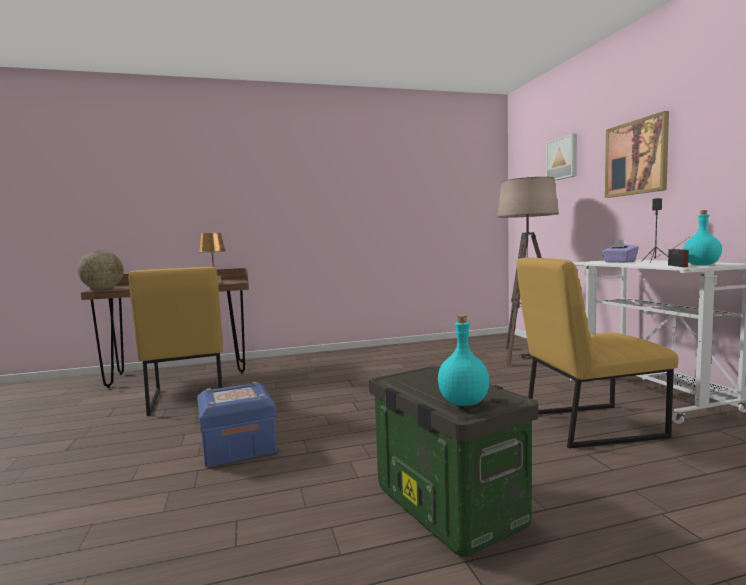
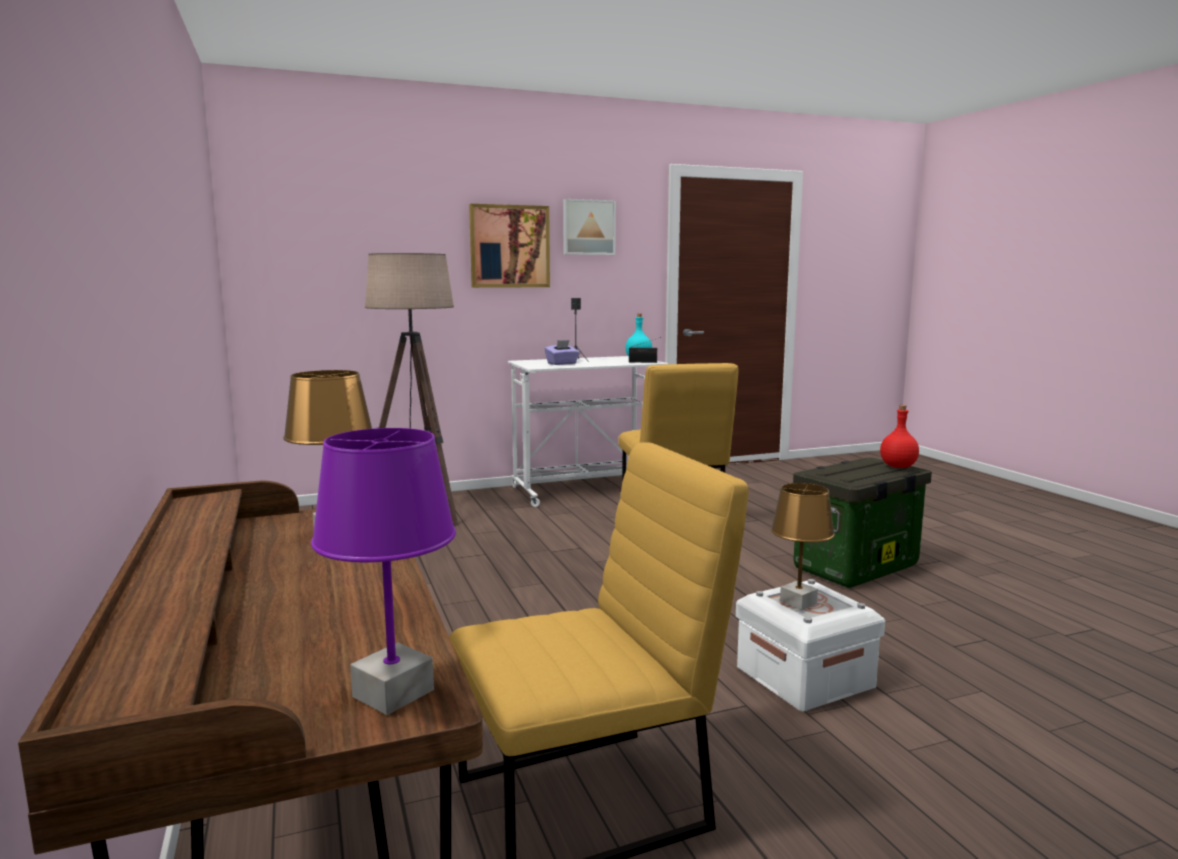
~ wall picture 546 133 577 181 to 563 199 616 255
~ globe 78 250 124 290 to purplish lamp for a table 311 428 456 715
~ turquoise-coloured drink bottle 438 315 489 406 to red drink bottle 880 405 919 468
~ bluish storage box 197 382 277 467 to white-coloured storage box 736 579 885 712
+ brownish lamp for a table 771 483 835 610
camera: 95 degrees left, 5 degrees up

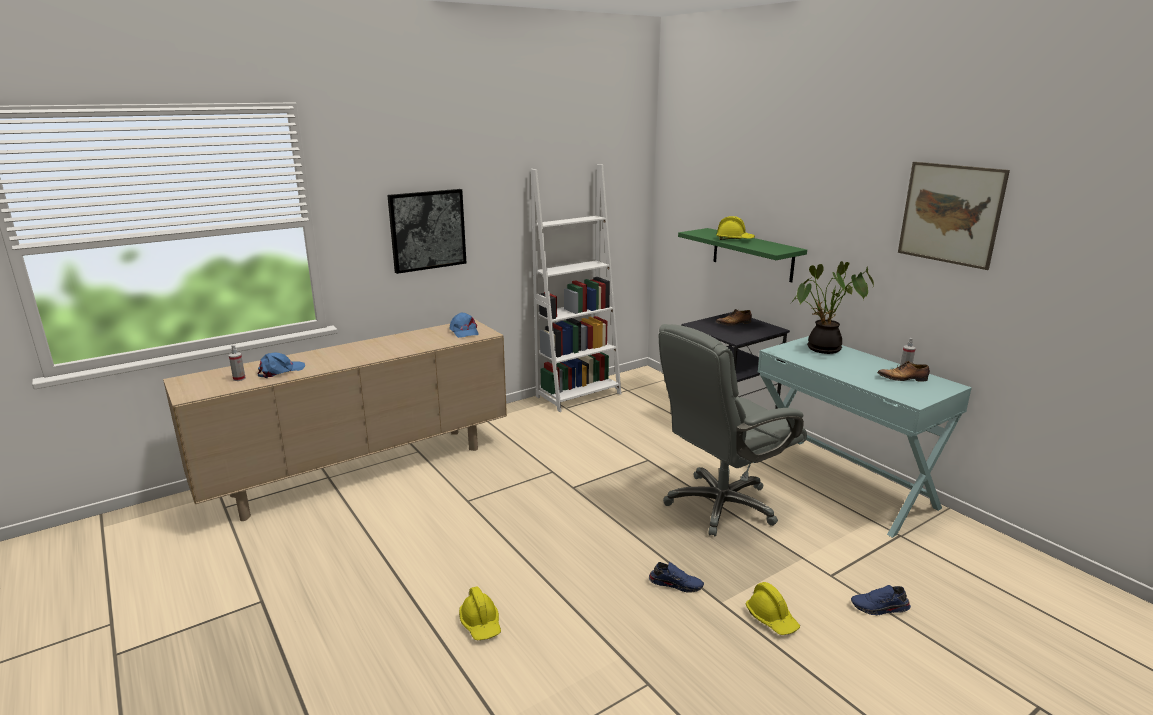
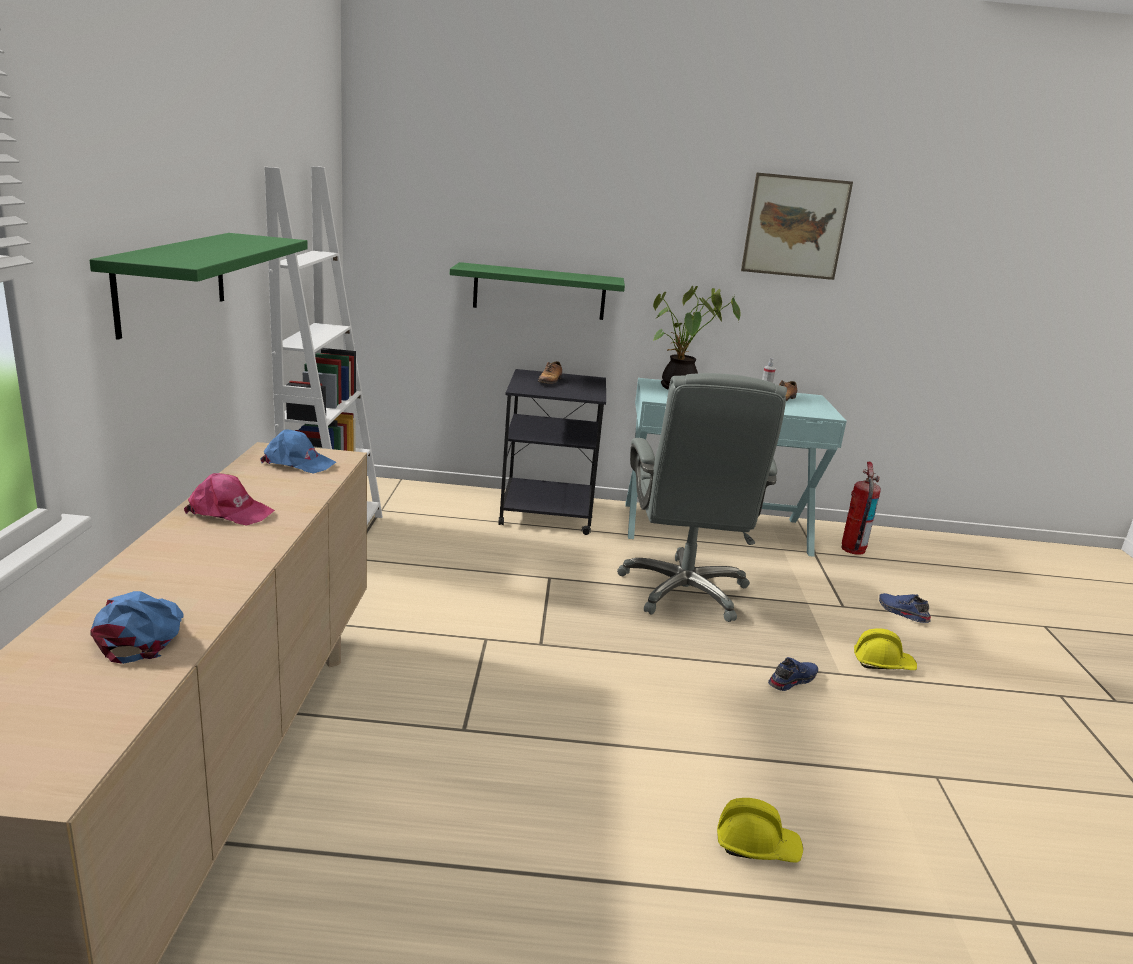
~ wall picture 387 189 467 274 to green shelf 89 233 308 340
- yellow-coloured hard hat 716 216 755 240
- spray bottle 229 345 246 381
~ bluish low shoe 851 585 911 615 = 879 593 931 623 105 degrees clockwise
+ extinguisher 841 461 881 555
+ pink-coloured baseball cap 184 473 275 526
camera: 55 degrees left, 0 degrees up

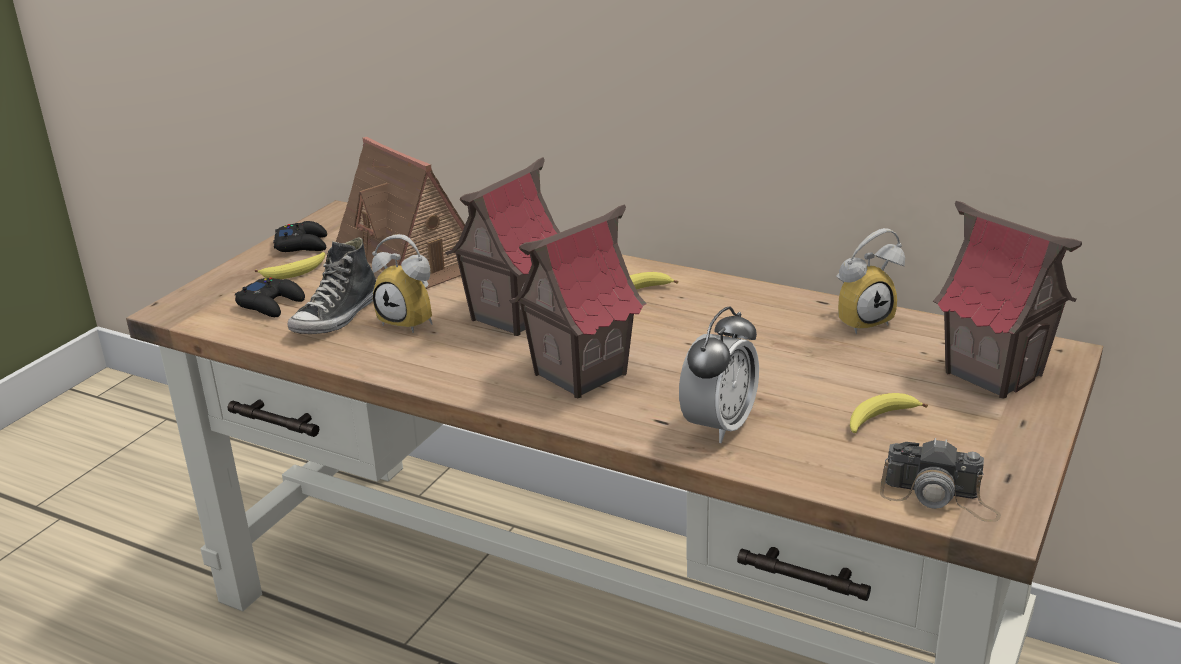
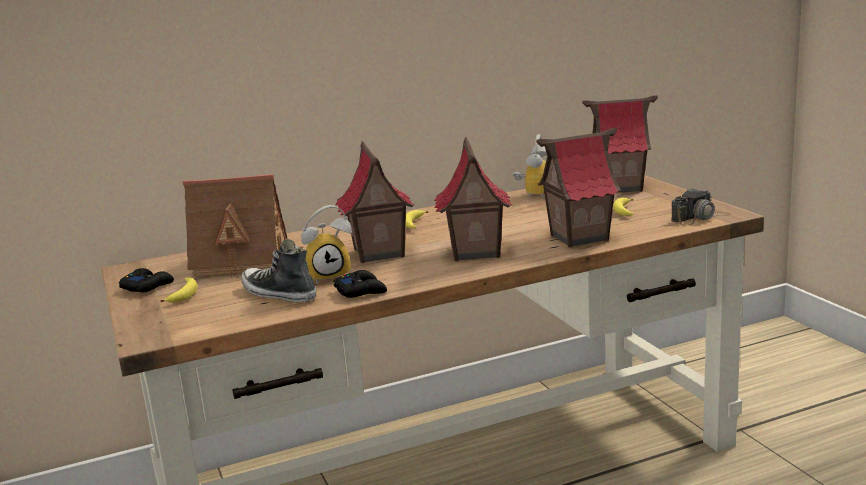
~ low shoe 287 237 376 334 = 241 239 316 302 150 degrees clockwise
~ black-coloured joypad 235 278 305 317 to 333 270 387 298
~ table clock 679 307 759 443 to miniature house 536 128 621 248
camera: 50 degrees left, 10 degrees down

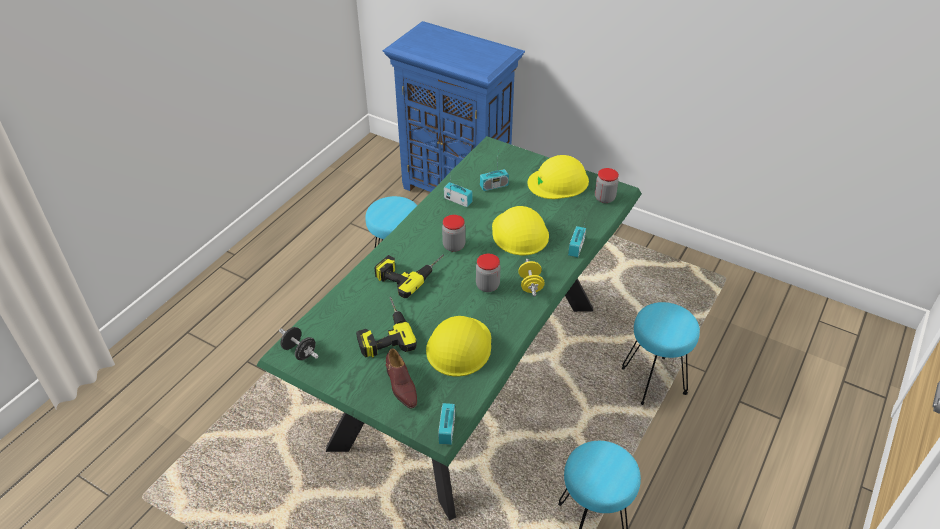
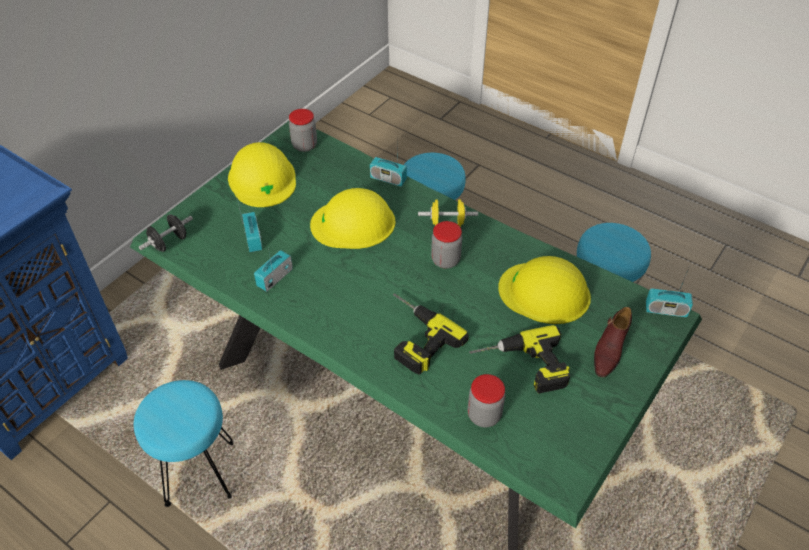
~ jar 442 215 466 252 to 468 374 505 427
~ black-coloured free weight 279 327 318 360 to 138 214 193 252
~ brownish low shoe 386 348 417 409 = 594 307 632 377 135 degrees clockwise
camera: 85 degrees left, 5 degrees up

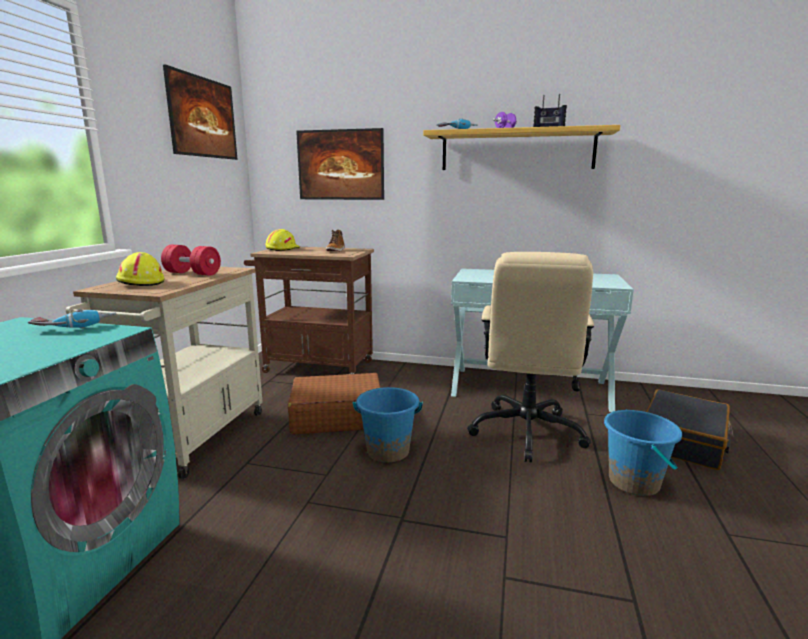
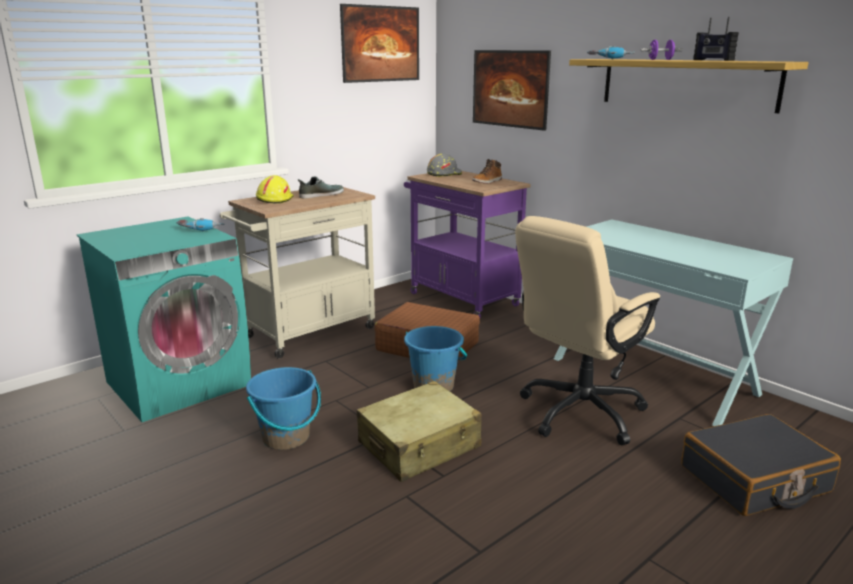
~ yellow-coloured hard hat 265 229 300 251 to greyish hard hat 427 154 462 177
~ red free weight 161 245 221 276 to low shoe 298 177 344 199
~ brownish trolley 244 247 374 374 to purplish trolley 404 171 531 319
~ bluish pail 604 409 682 496 to 246 367 321 450
+ beige-coloured travel case 357 381 482 482
camera: 35 degrees right, 5 degrees up

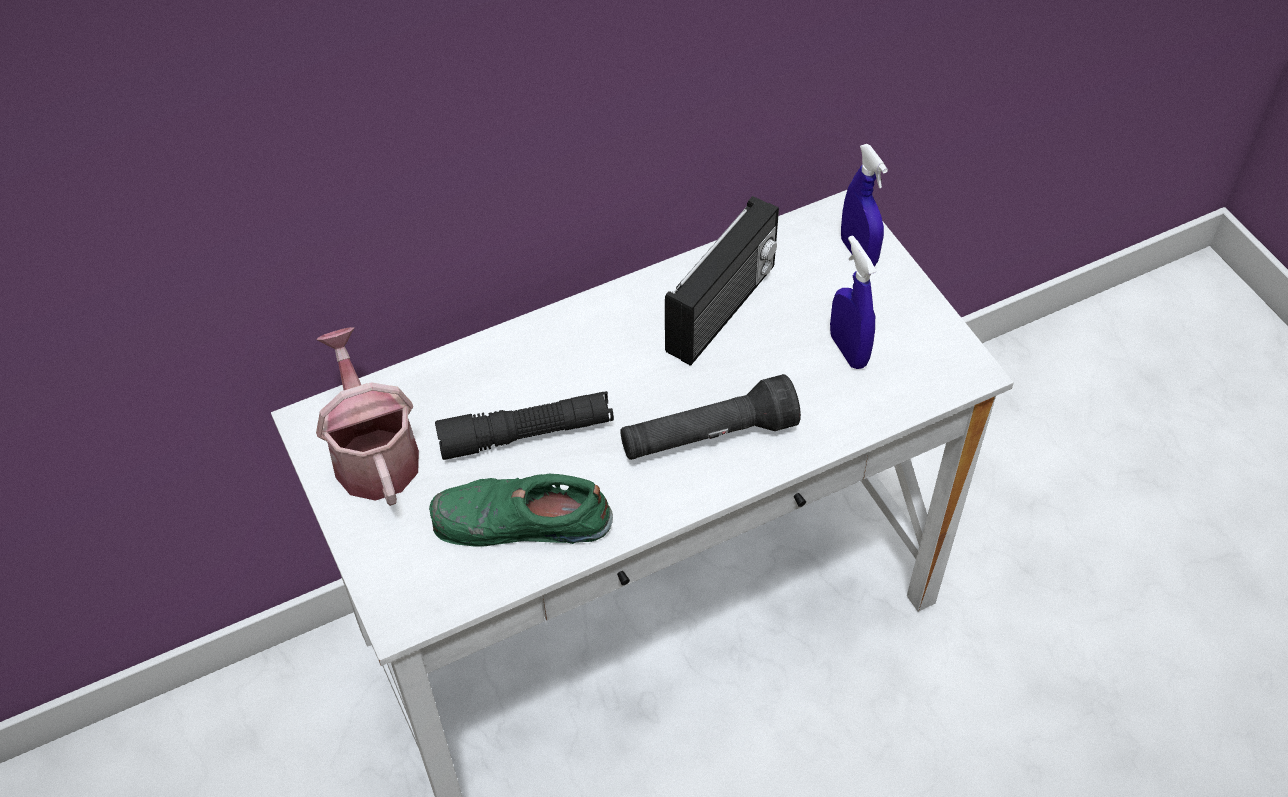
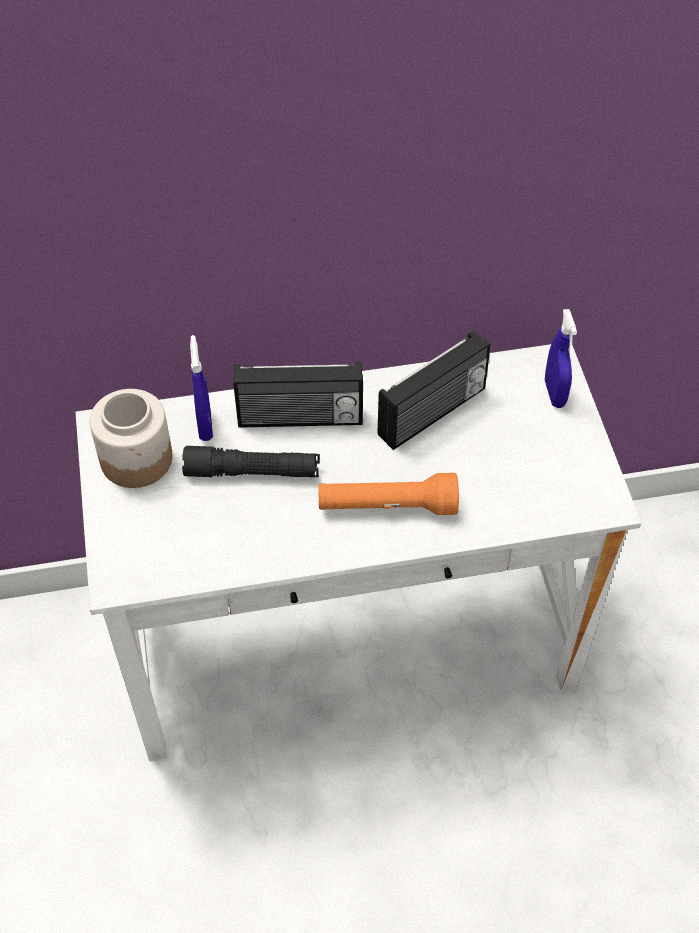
~ bluish spray bottle 830 236 877 369 to 190 335 213 441
~ watering pot 316 327 419 506 to jar 90 389 173 488
~ black-coloured flashlight 620 374 801 460 to orangey flashlight 318 473 459 515
- green low shoe 429 474 613 547
+ radio 234 361 363 428
camera: 15 degrees right, 0 degrees up

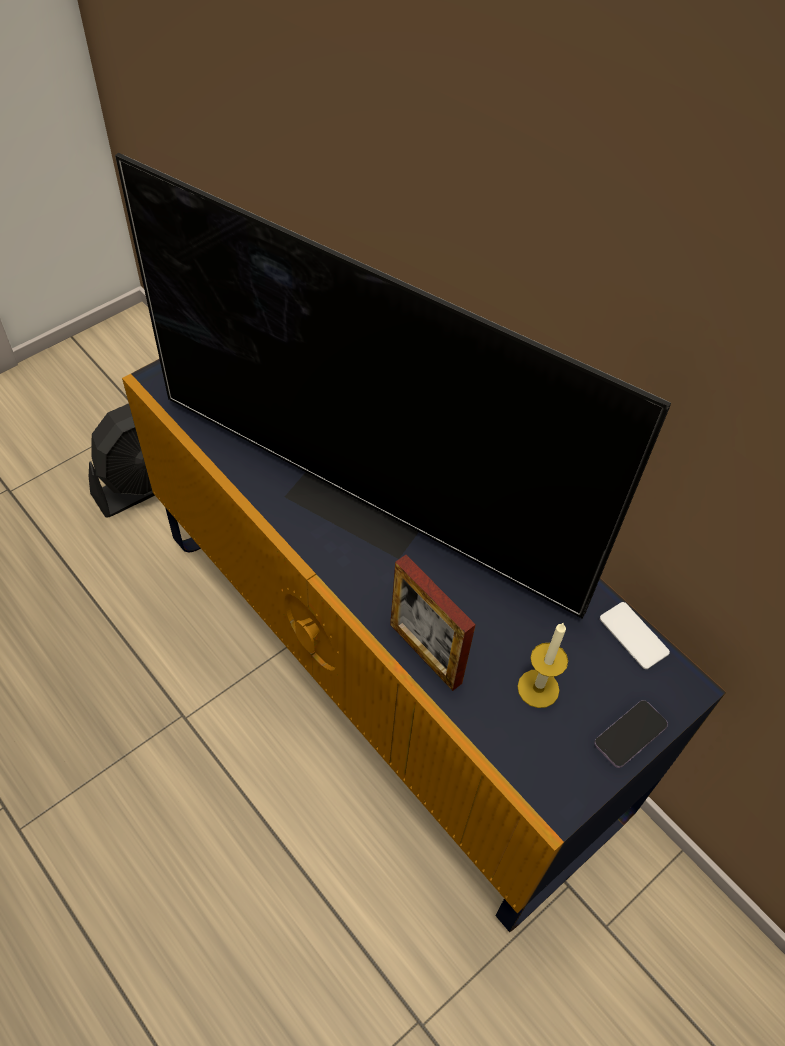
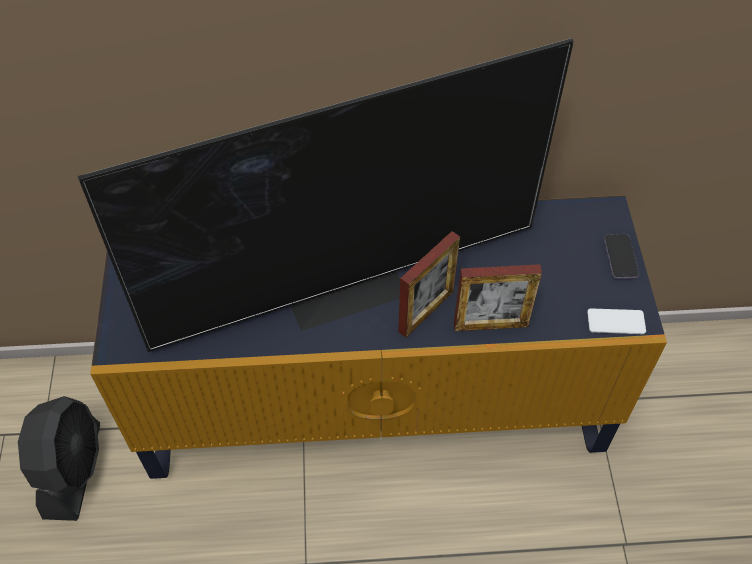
~ handset 600 602 670 669 to 587 308 646 334
- candle 517 622 568 708
+ standing frame 398 231 460 337
camera: 50 degrees left, 0 degrees up

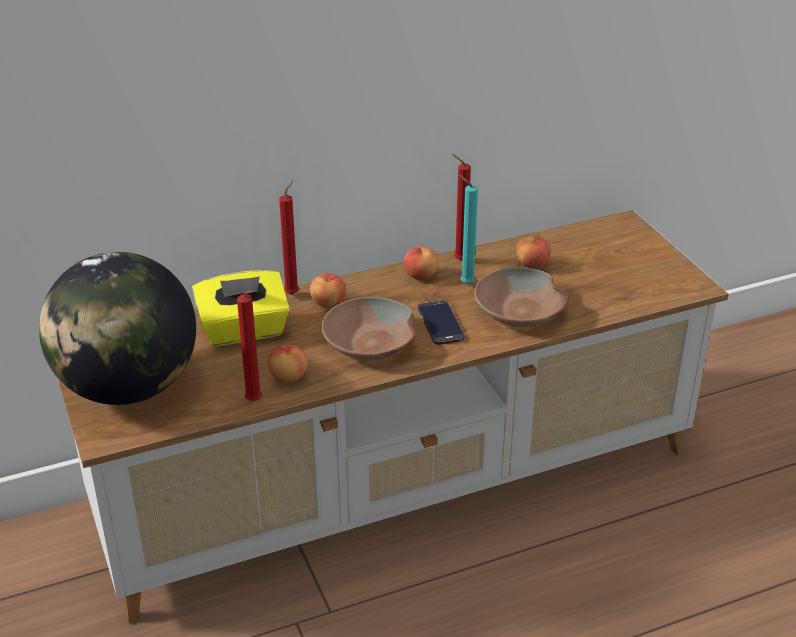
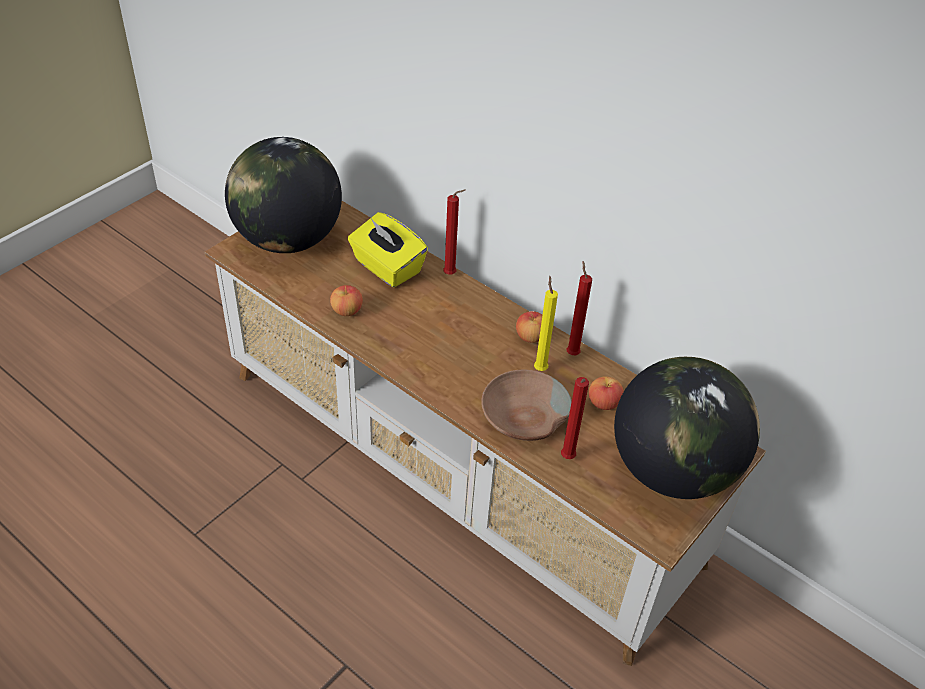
~ turquoise-coloured candle 459 175 478 284 to yellow-coloured candle 534 276 558 371
- whole apple 310 272 346 308
~ red candle 237 291 262 401 to 561 377 589 459
- brownish deep dish 321 297 417 361
- handset 418 300 465 345
+ globe 614 357 760 499
camera: 60 degrees right, 10 degrees up

